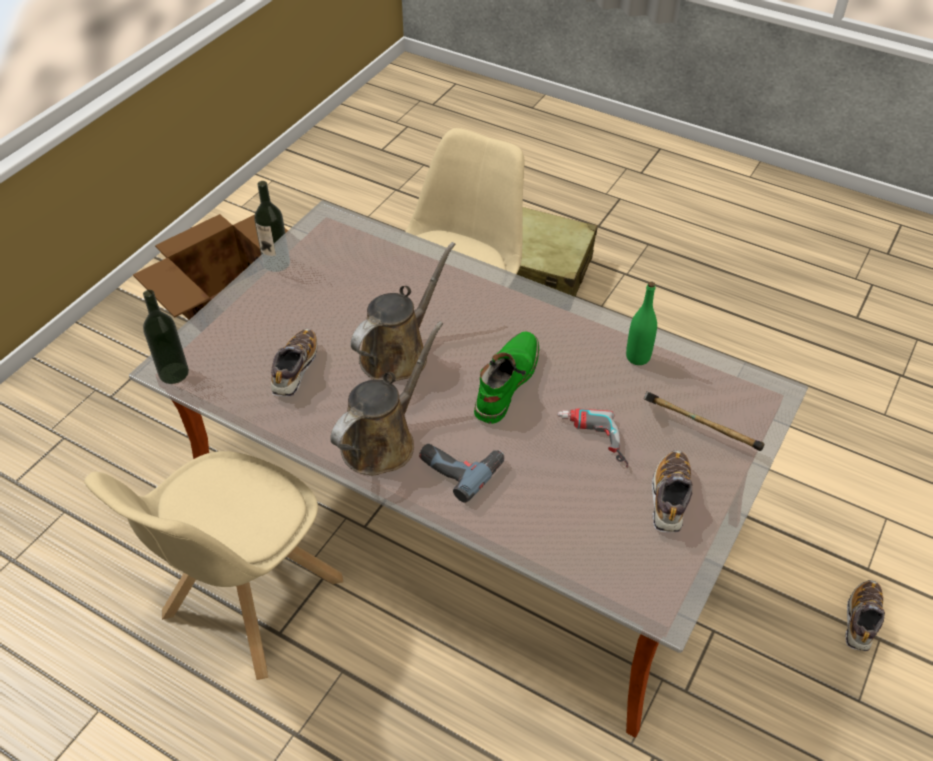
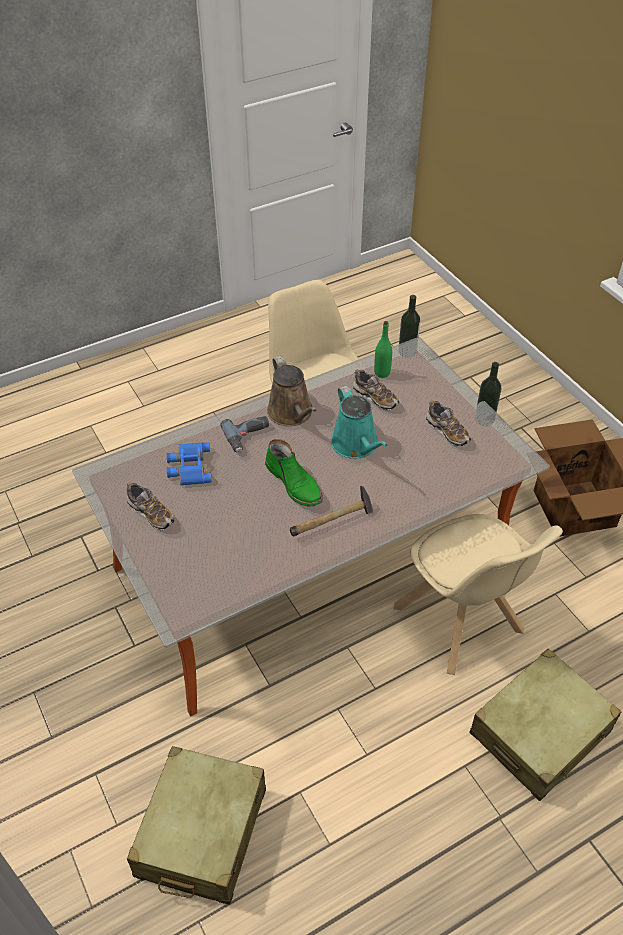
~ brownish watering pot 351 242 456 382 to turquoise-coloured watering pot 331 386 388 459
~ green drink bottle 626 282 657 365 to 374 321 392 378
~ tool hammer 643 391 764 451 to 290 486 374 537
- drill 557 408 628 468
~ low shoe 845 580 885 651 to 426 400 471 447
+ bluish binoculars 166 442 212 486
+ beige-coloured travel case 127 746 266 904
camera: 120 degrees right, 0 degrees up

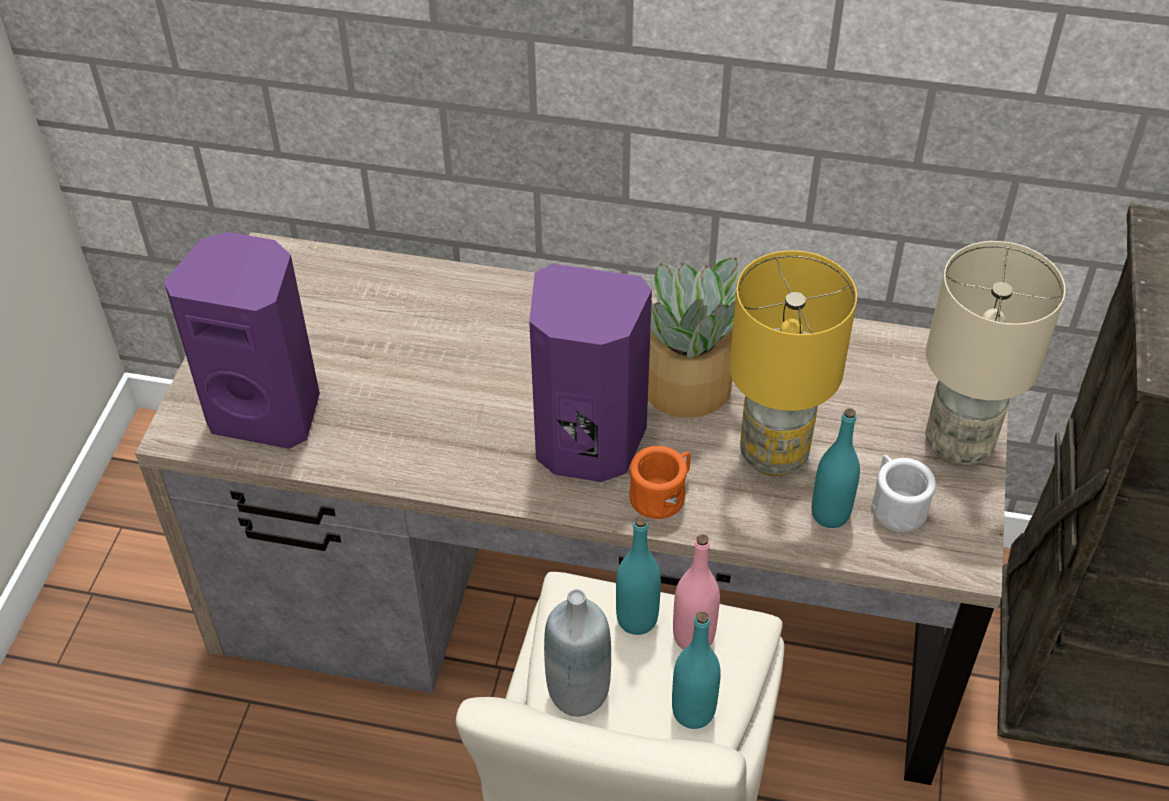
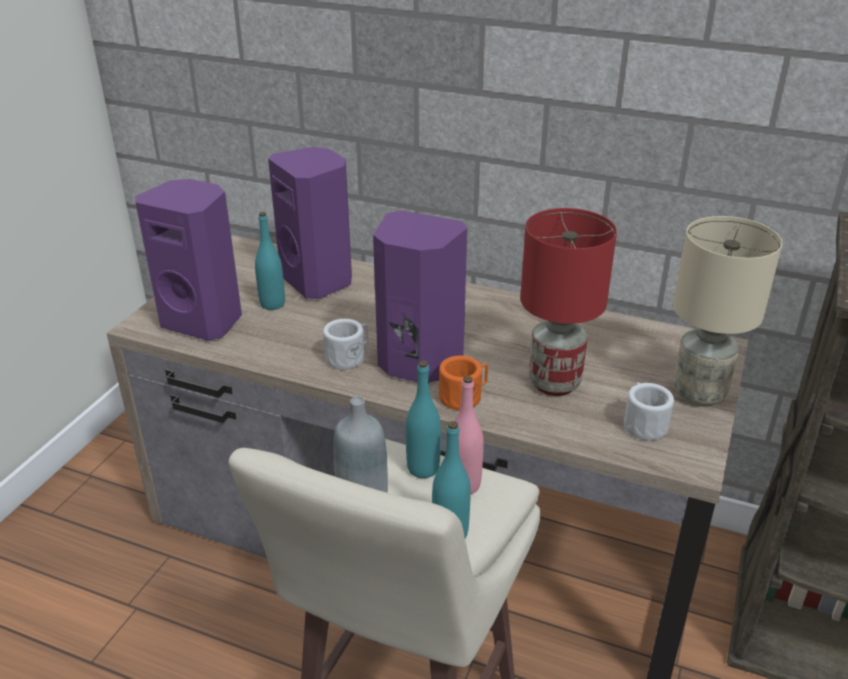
~ yellow-coloured lamp for a table 729 250 857 476 to red lamp for a table 520 208 617 396
- plant in a pot 648 258 740 418
~ turquoise-coloured drink bottle 812 408 860 528 to 255 212 285 310
+ purplish audio speaker 268 147 352 299
+ white-coloured mug 323 319 369 369
camera: 10 degrees right, 15 degrees down

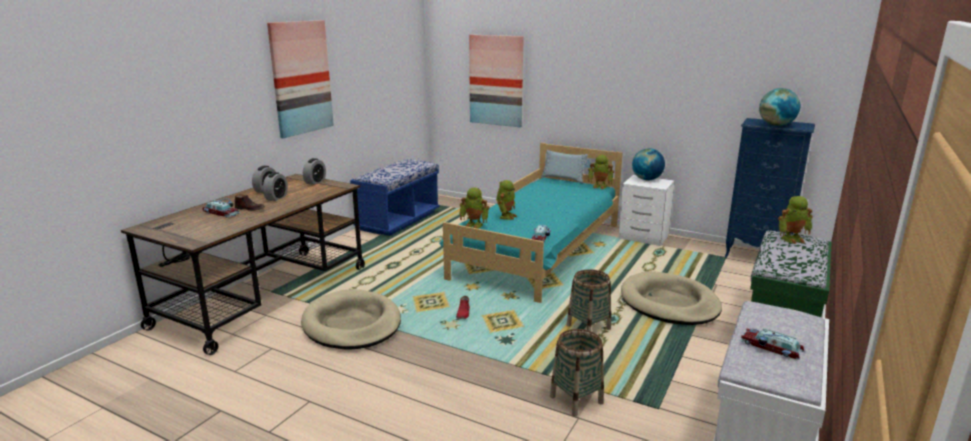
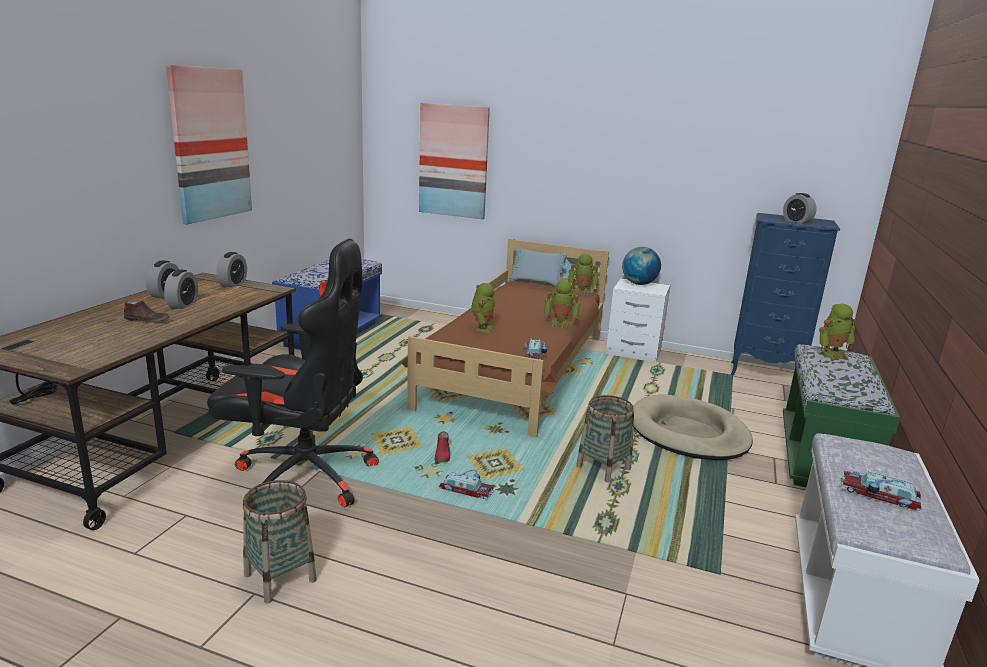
~ globe 759 88 800 126 to table clock 783 193 817 224
~ turquoise-coloured bed 439 143 623 303 to brownish bed 401 239 609 438
~ robot figure 459 187 489 229 to 544 280 581 329
~ miniature car 203 198 240 218 to 439 470 494 500
~ beige-coloured dog cushion 301 289 401 349 to black-coloured office chair 207 238 379 507
~ basket 550 329 604 416 to 243 480 317 604
camera: 10 degrees left, 0 degrees up

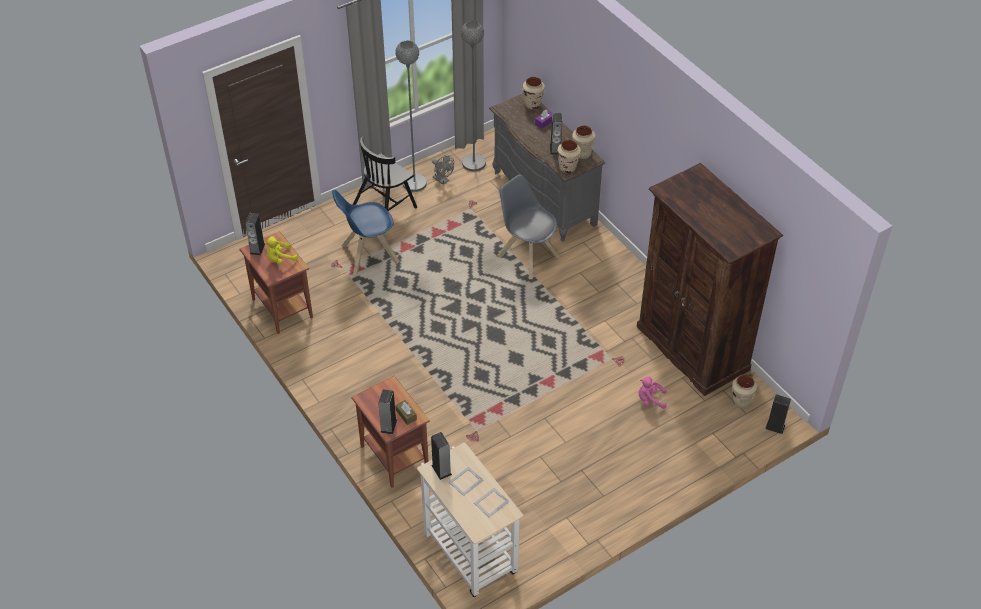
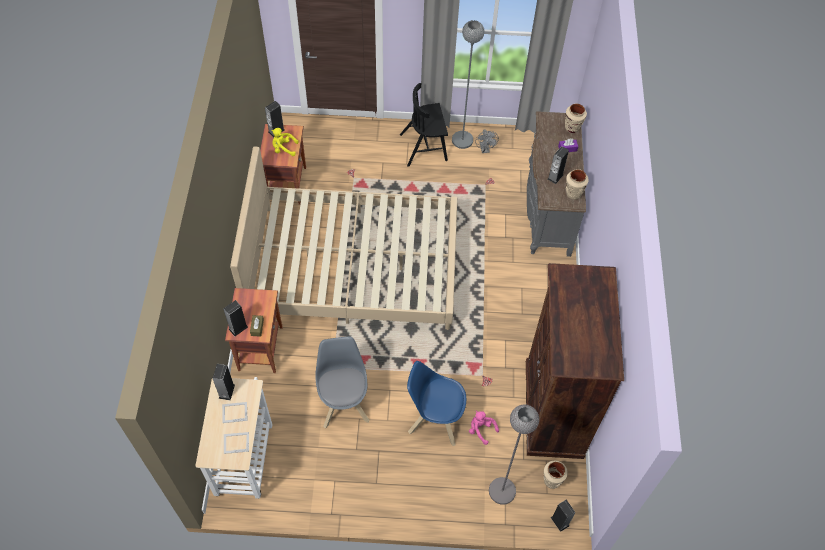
~ greyish floor lamp 461 21 486 171 to 489 404 539 505
- beige-coloured vase 557 140 581 173
~ greyish chair 497 175 561 279 to 315 336 369 429
~ bluish chair 332 190 400 275 to 407 361 466 446
+ beige-coloured bed 230 147 457 330
camera: 35 degrees right, 10 degrees up

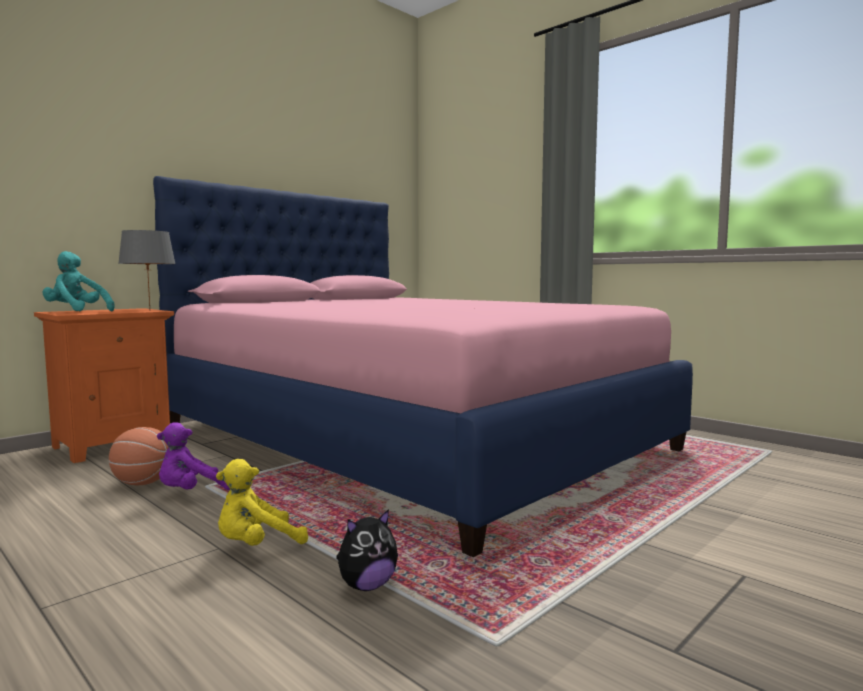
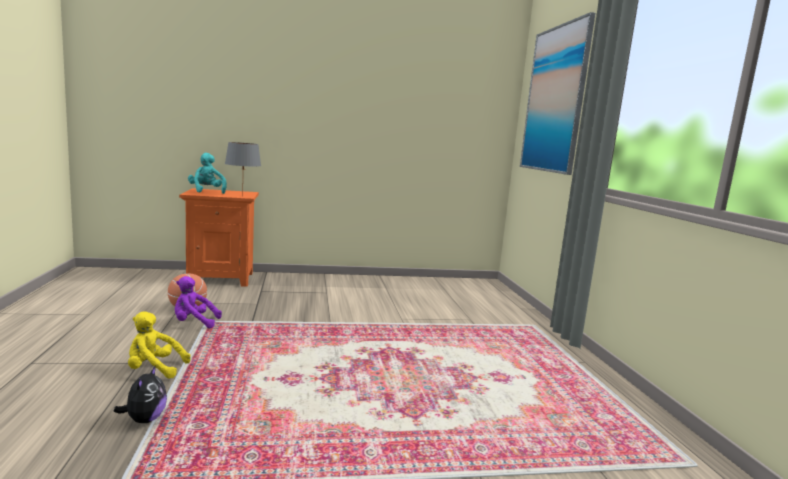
- pink-coloured bed 153 176 693 557
~ soft toy 336 509 398 591 = 114 365 167 423 90 degrees counterclockwise
+ wall picture 520 12 596 175
camera: 35 degrees right, 5 degrees up

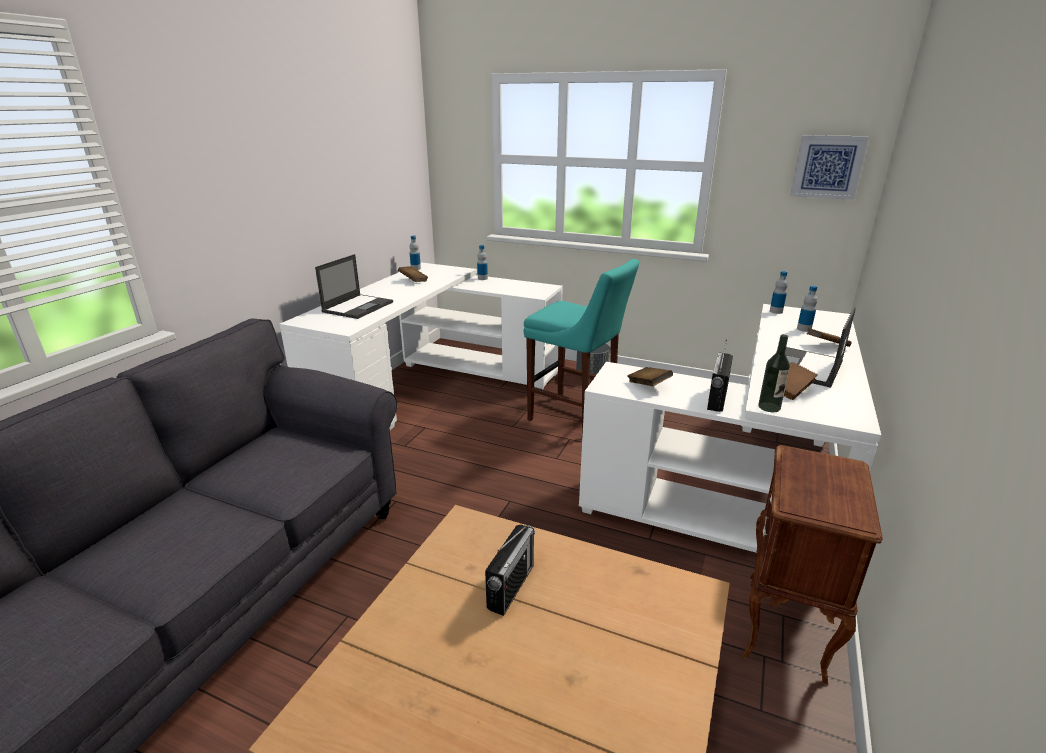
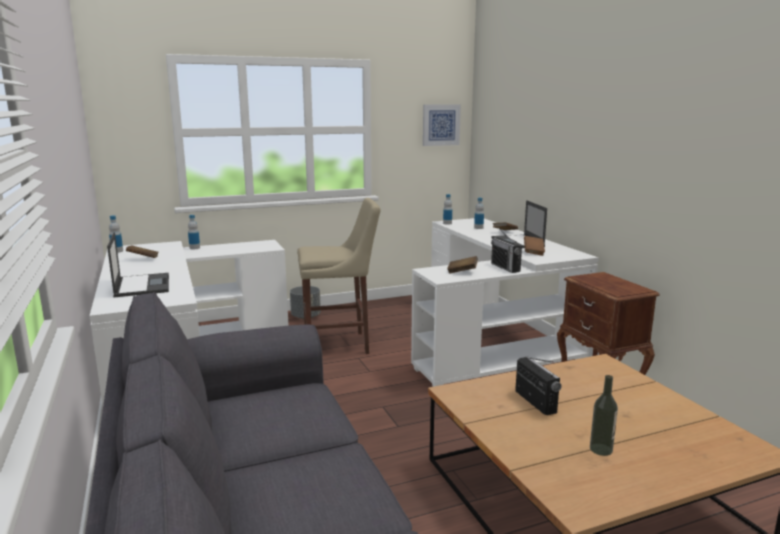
~ turquoise-coloured stool 524 259 639 435 to beige-coloured stool 297 198 381 354
~ drink bottle 758 334 790 412 to 590 375 618 456
camera: 45 degrees left, 10 degrees down

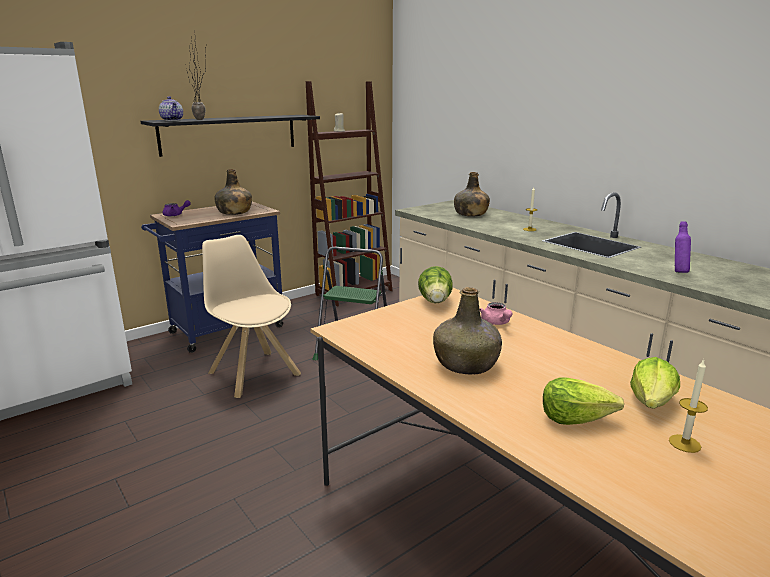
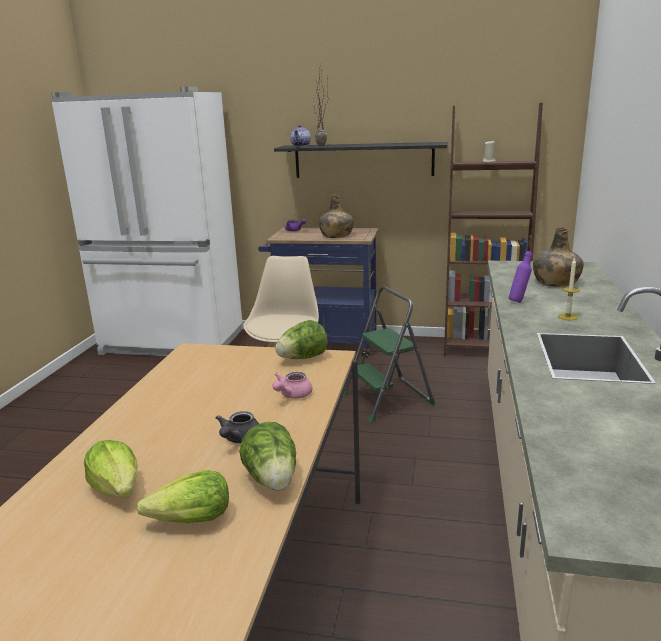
~ purplish drink bottle 675 221 691 273 to 509 251 533 303
- green drink bottle 433 287 502 374
- candle 669 359 708 453
+ greyish pot for tea 216 411 259 443
+ lettuce head 239 422 296 490
camera: 50 degrees right, 0 degrees up

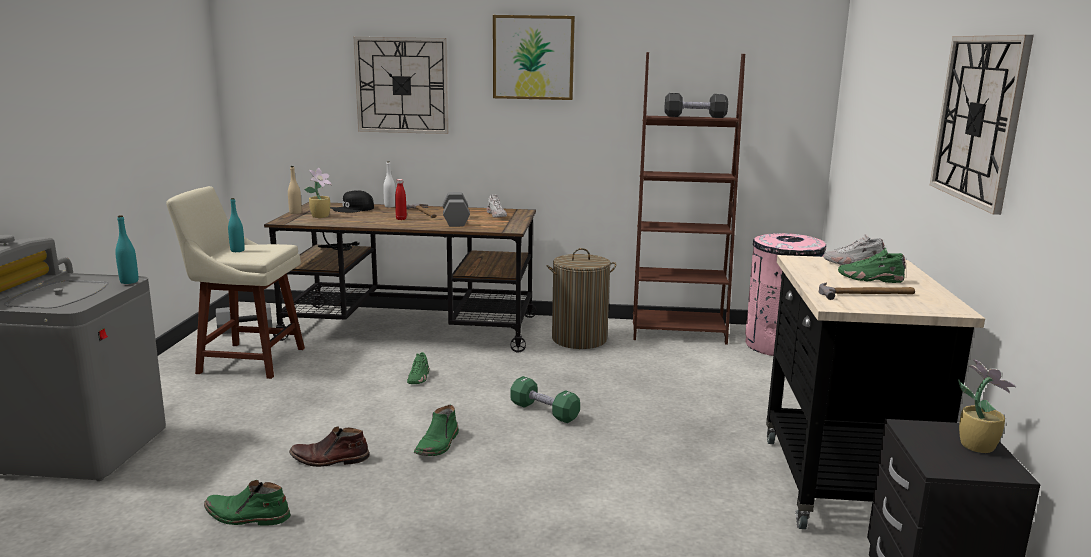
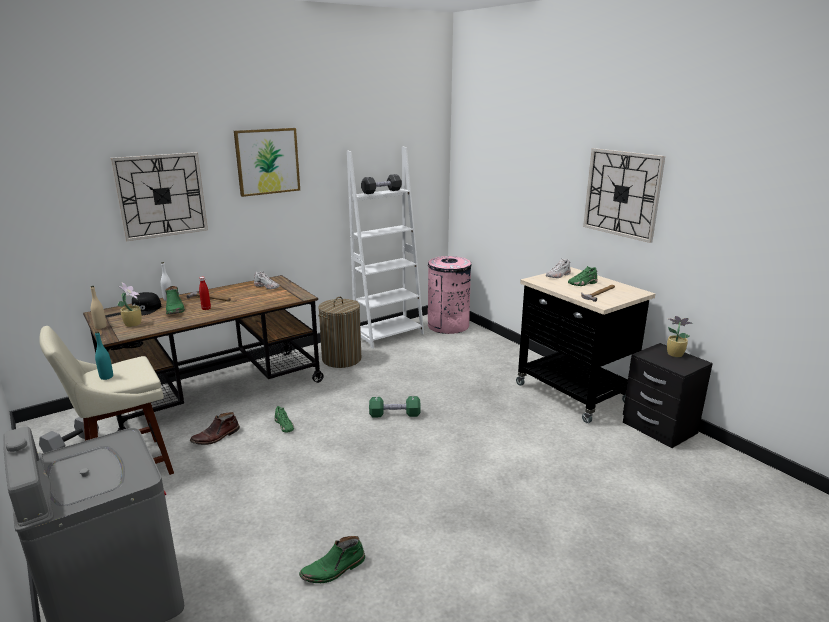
~ brownish bookcase 633 52 745 345 to white-coloured bookcase 347 147 424 349
- greyish free weight 442 192 470 227
- turquoise-coloured drink bottle 115 215 138 284
~ green tall boot 414 405 459 456 to 166 286 185 314
~ brownish tall boot 289 426 370 467 to 190 412 240 445
camera: 40 degrees left, 5 degrees up

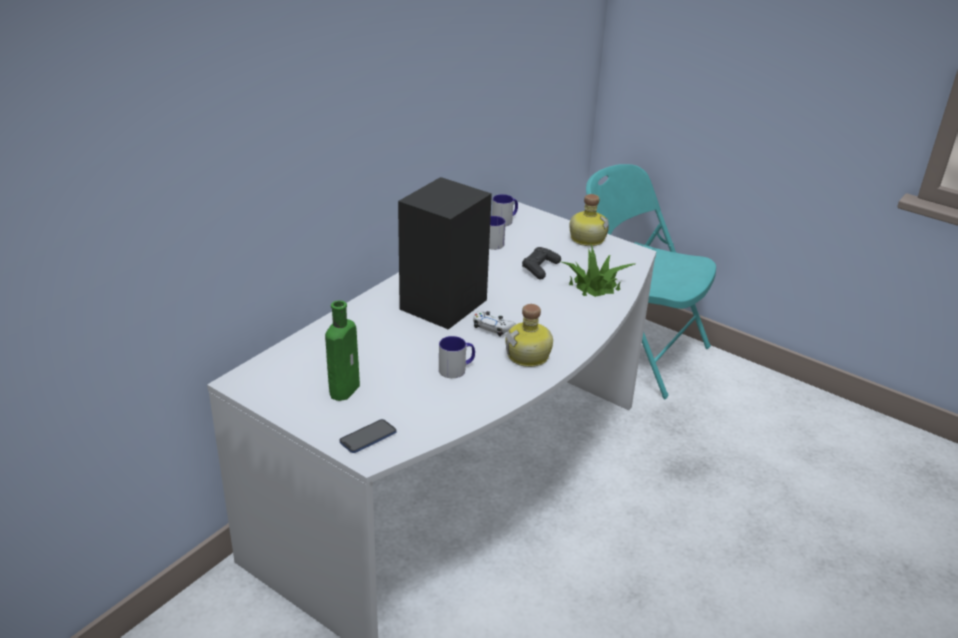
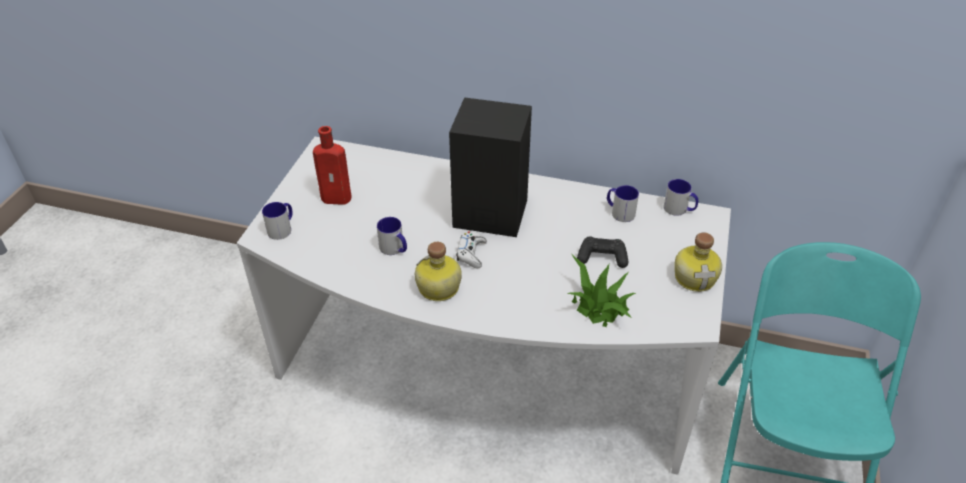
~ green drink bottle 325 300 360 401 to red drink bottle 313 126 352 205
~ handset 339 419 397 453 to mug 262 202 293 240
camera: 70 degrees right, 10 degrees up

